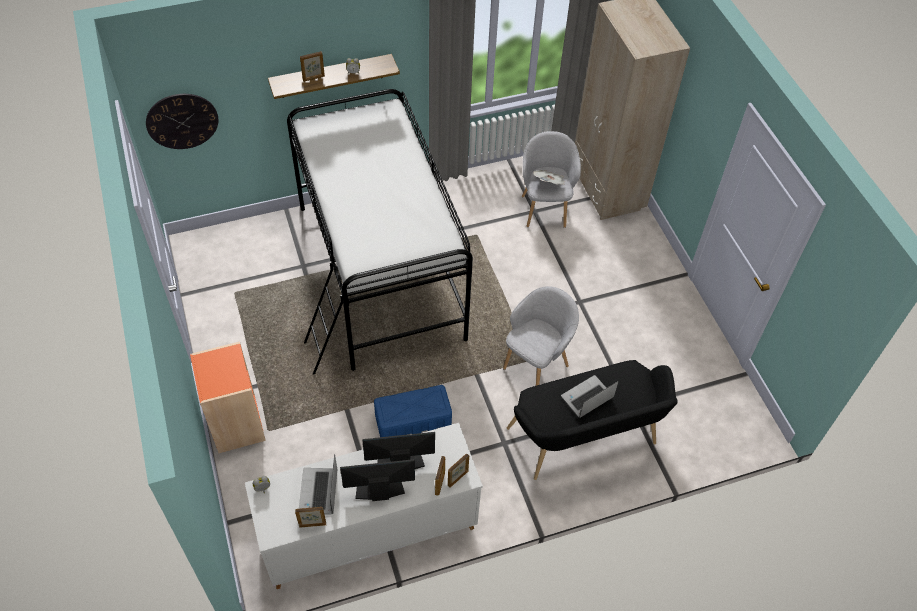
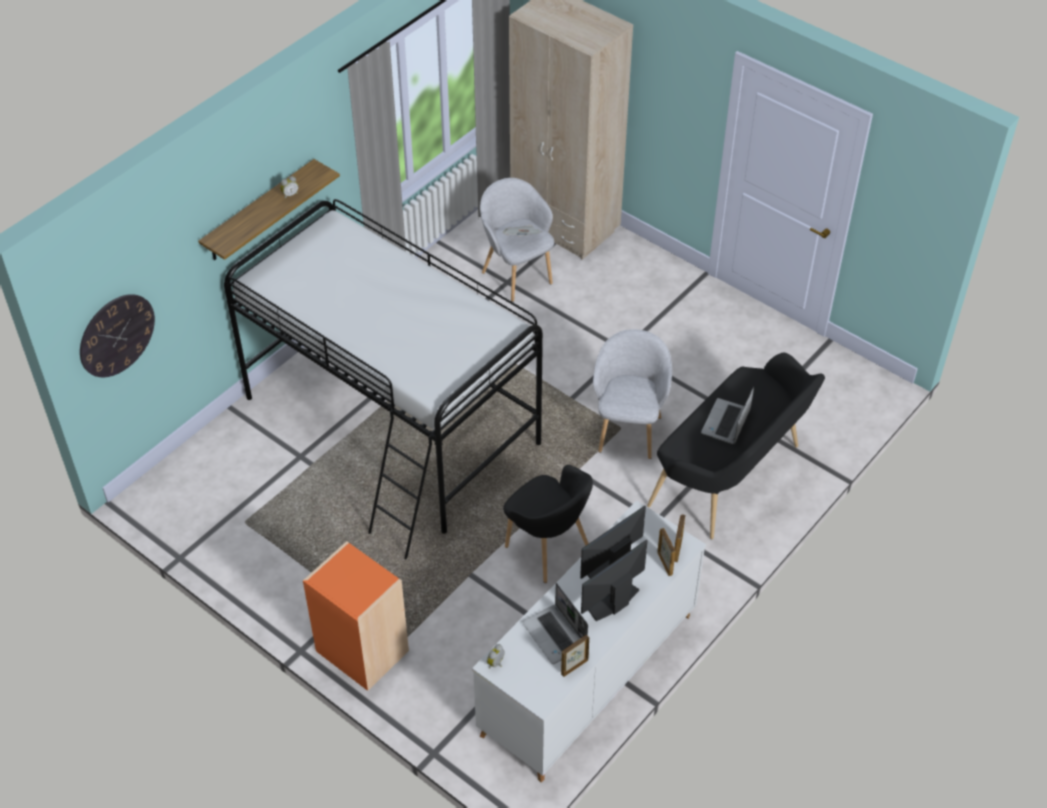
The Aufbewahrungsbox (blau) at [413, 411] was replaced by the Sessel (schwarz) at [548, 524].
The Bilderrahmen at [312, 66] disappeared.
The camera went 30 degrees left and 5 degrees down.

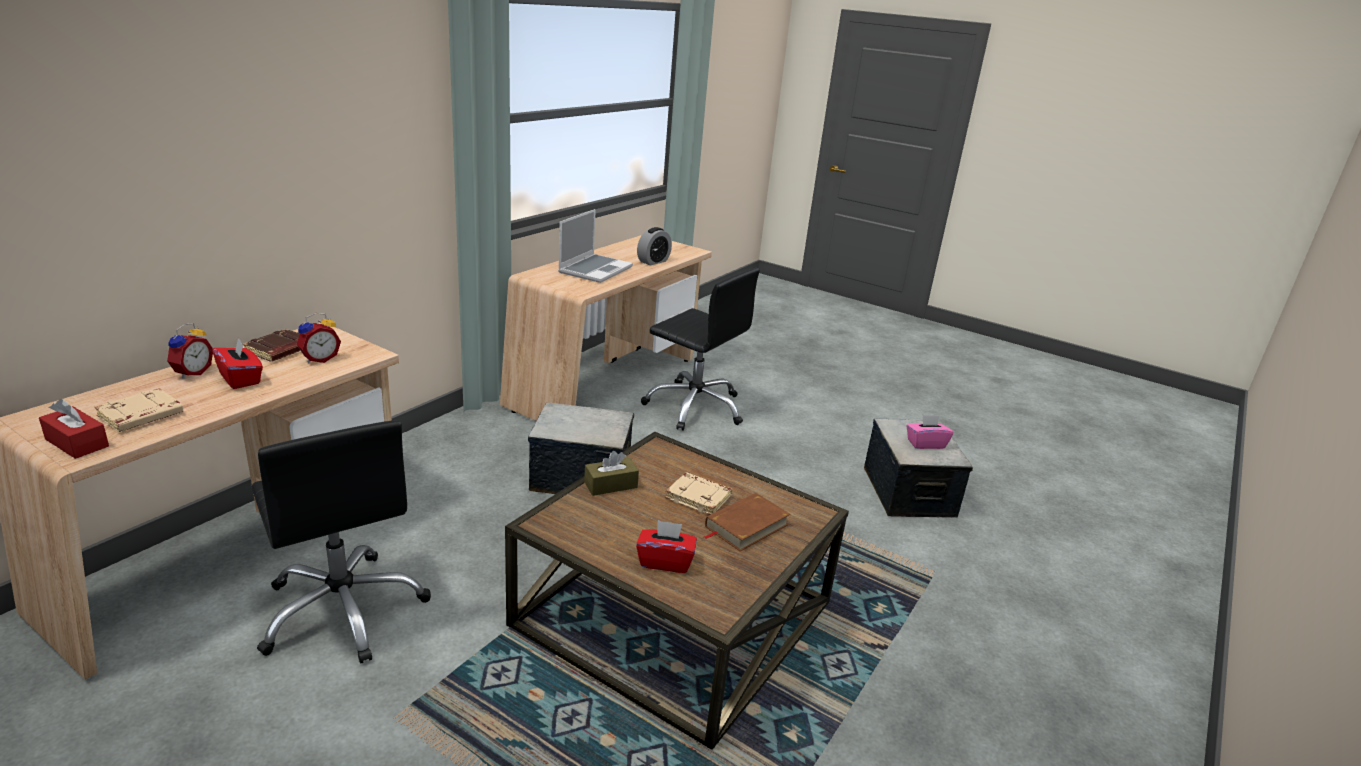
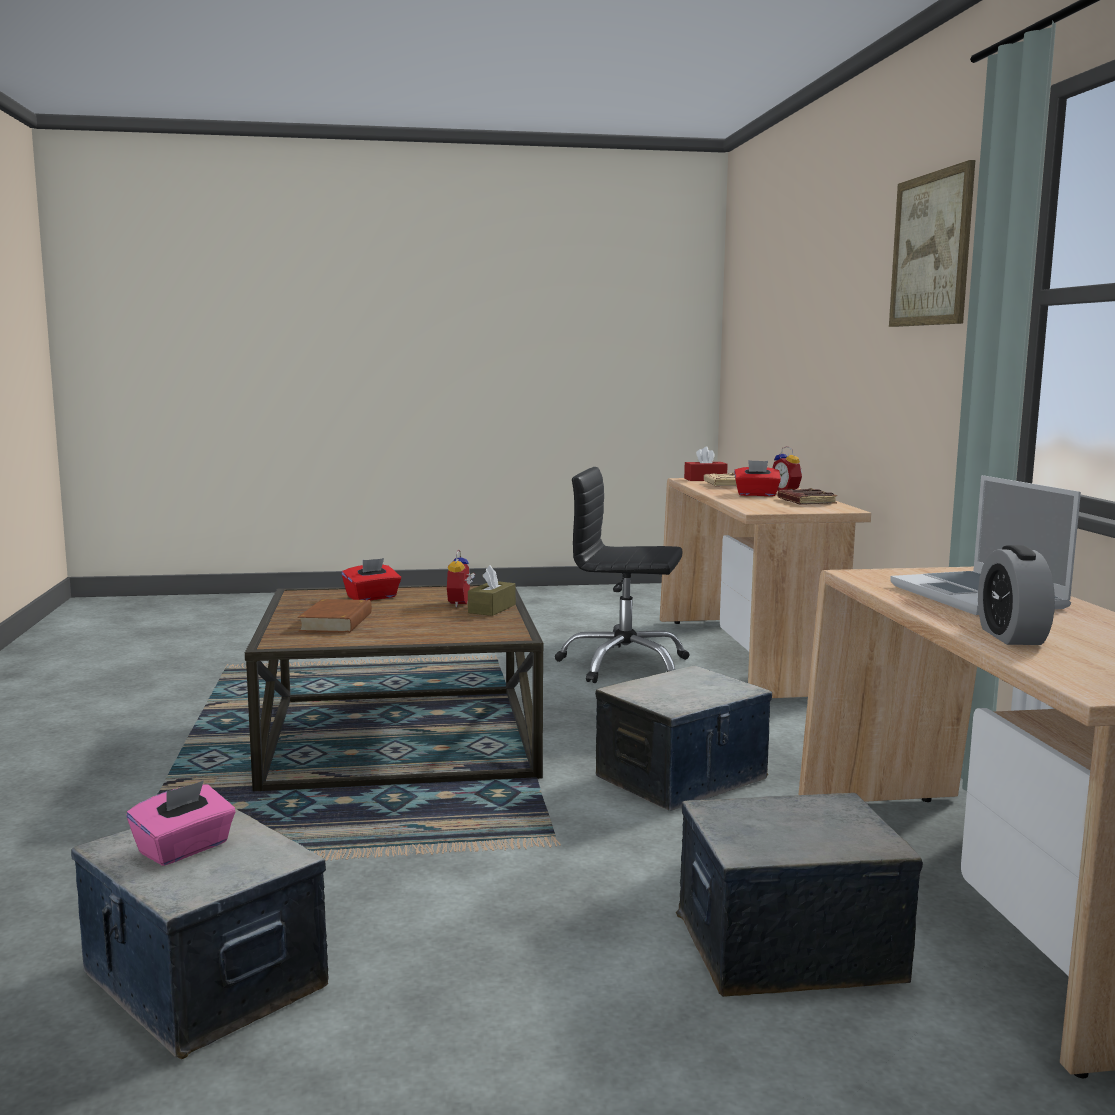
The Wecker moved from [319, 338] to [461, 578].
The Bürostuhl (schwarz) at [700, 349] was replaced by the Aufbewahrungsbox at [799, 895].
The Bild at [932, 243] appeared.
The Buch (beige) at [698, 493] disappeared.
The camera went 140 degrees right and 15 degrees down.

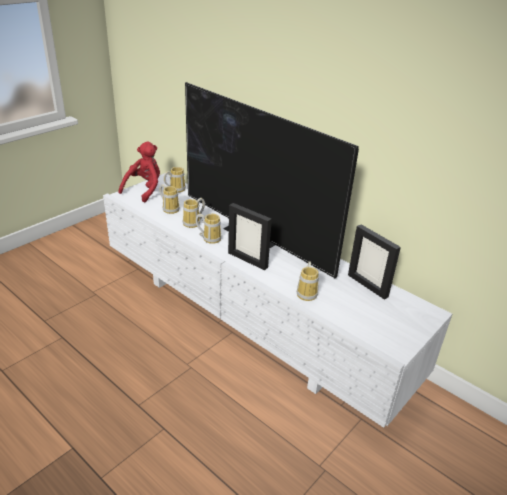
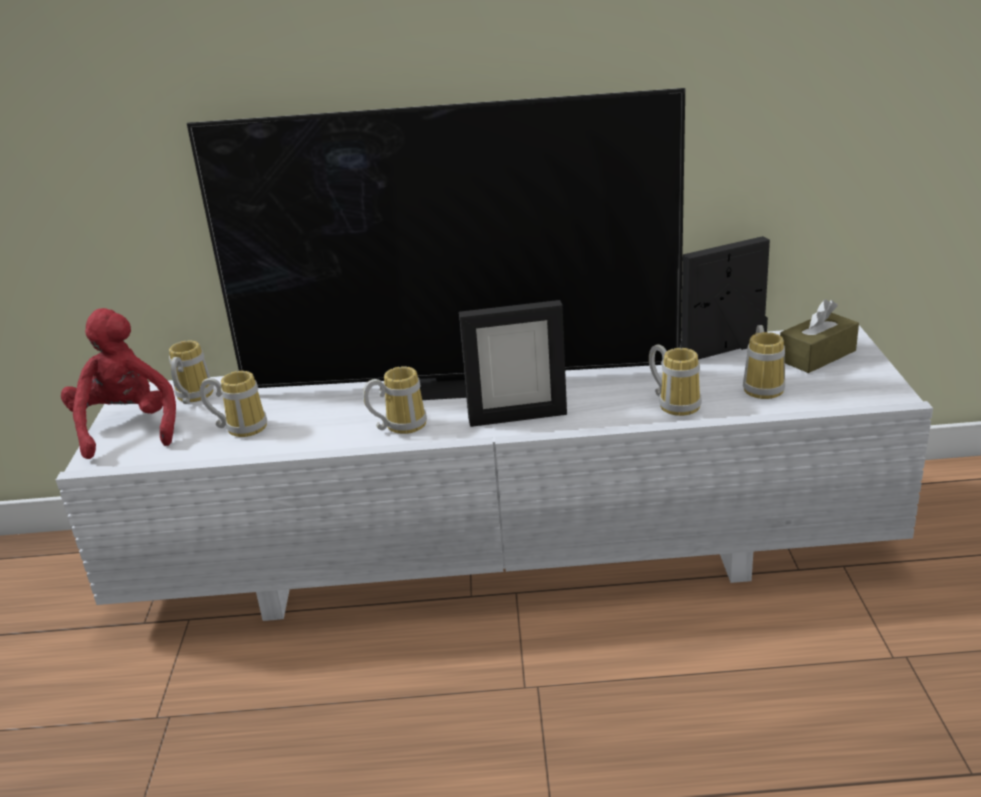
The Bilderrahmen at [374, 262] turned 150 degrees clockwise.
The Henkelbecher moved from [194, 213] to [764, 362].
The Taschentuchbox (braun) at [819, 336] appeared.
The camera went 40 degrees left and 5 degrees down.

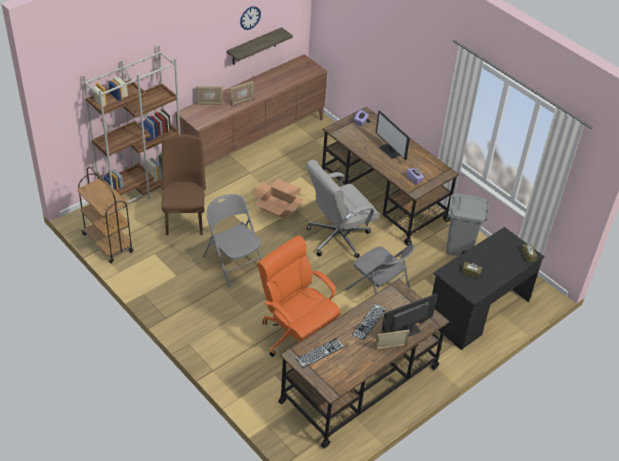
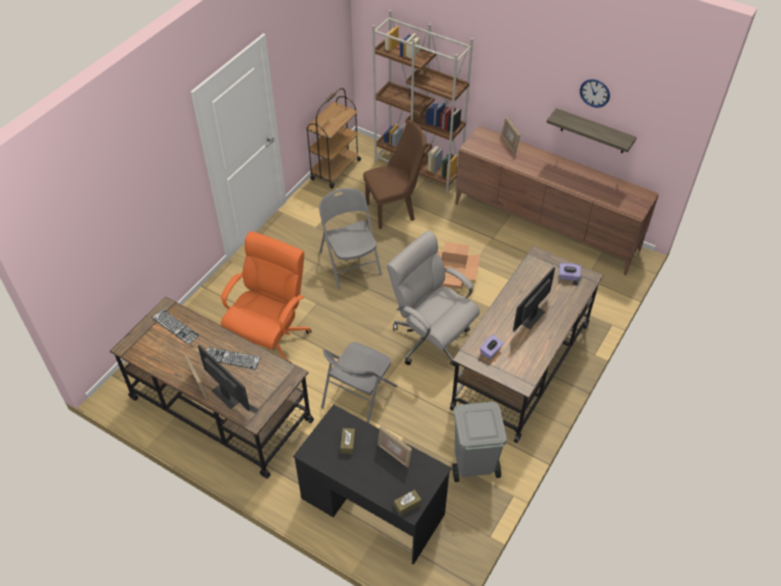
The Stuhl (grau) at [232, 241] turned 60 degrees counterclockwise.
The Bilderrahmen moved from [242, 93] to [395, 447].
The camera went 75 degrees right and 5 degrees up.

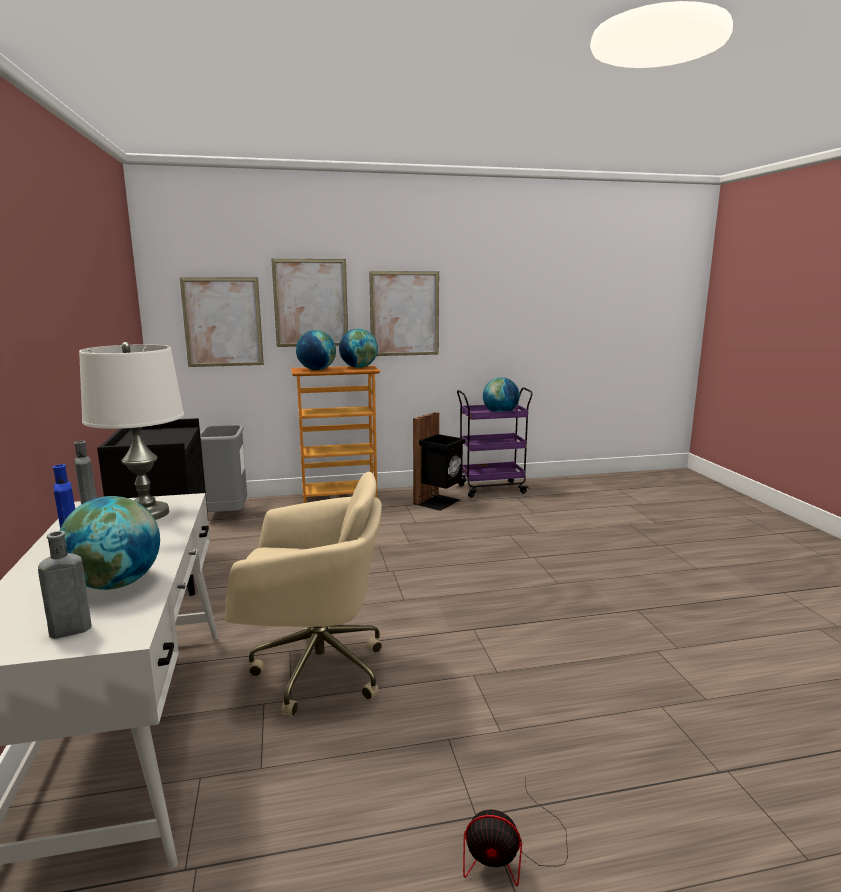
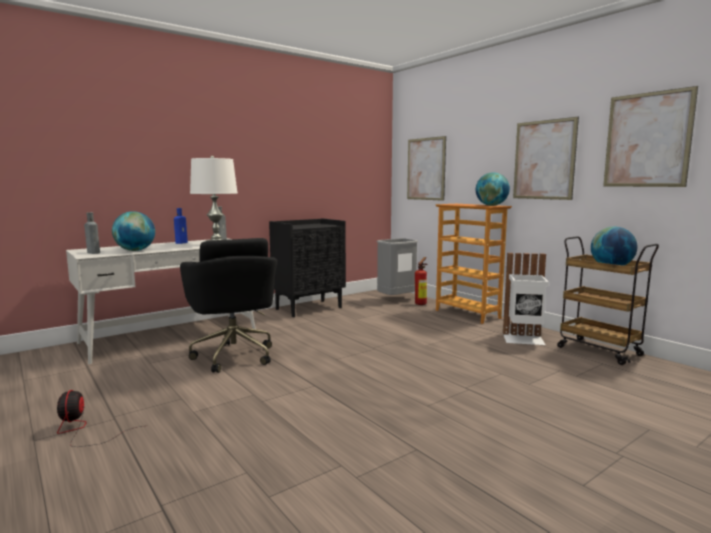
The Bürostuhl (beige) at [303, 594] became the Bürostuhl (schwarz) at [228, 305].
The Feuerlöscher at [421, 281] appeared.
The Mülleimer (schwarz) at [439, 461] became the Mülleimer (weiß) at [526, 299].
The Rollwagen (lila) at [495, 442] became the Rollwagen (braun) at [608, 300].
The Bild moved from [310, 303] to [650, 136].
The Globus at [316, 350] disappeared.
The camera went 65 degrees right and 5 degrees down.

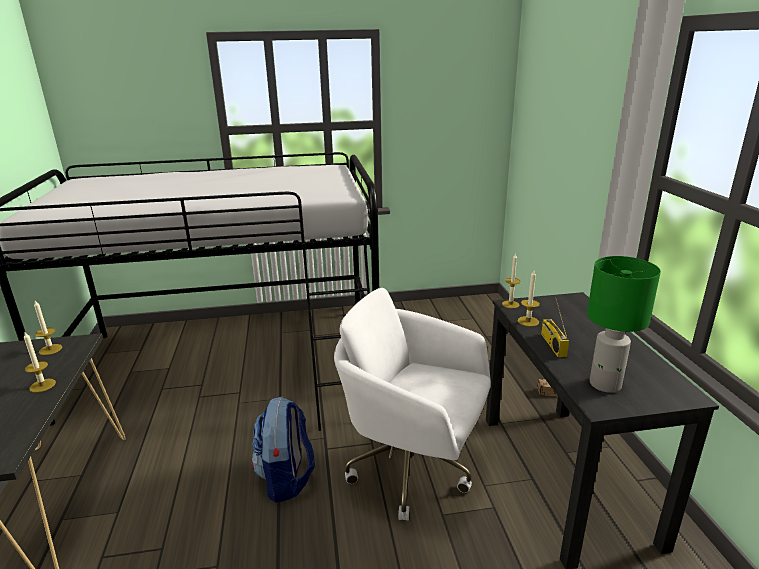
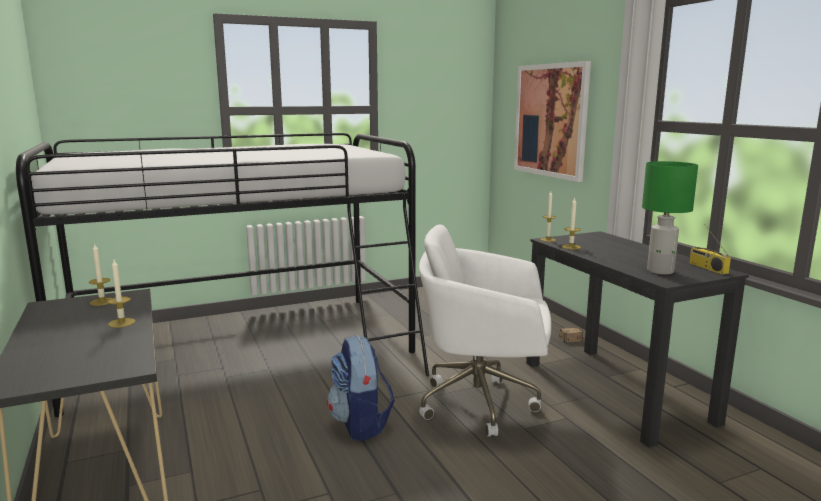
The Bild at [552, 121] appeared.
The Radio moved from [555, 328] to [710, 249].
The camera went 15 degrees left and 10 degrees down.

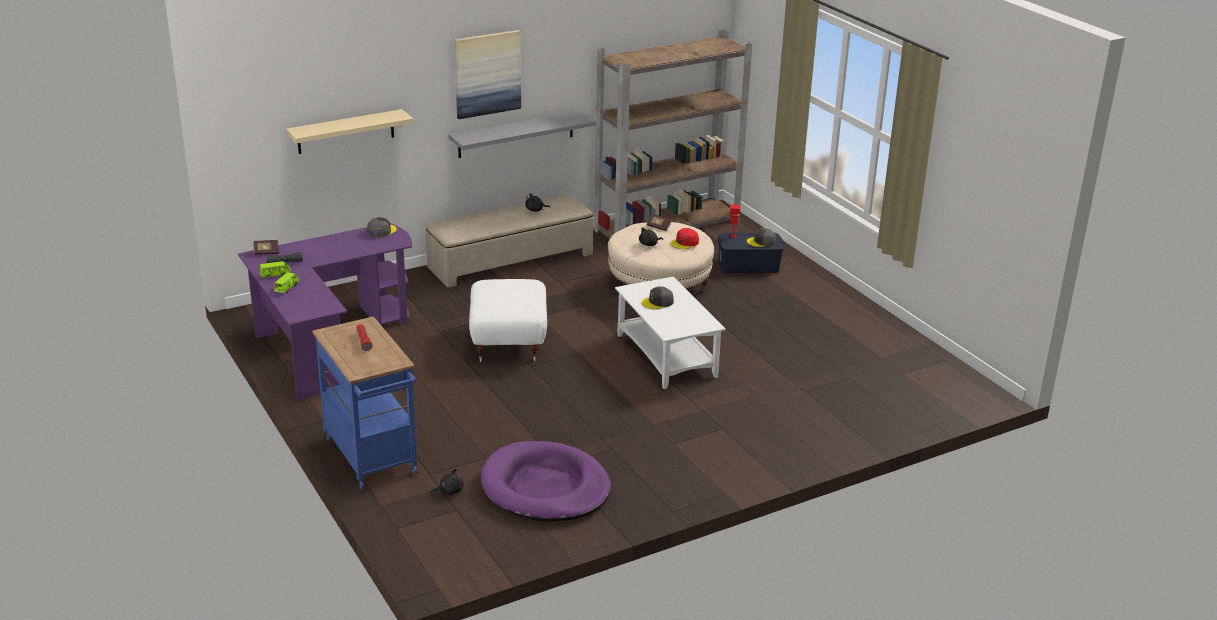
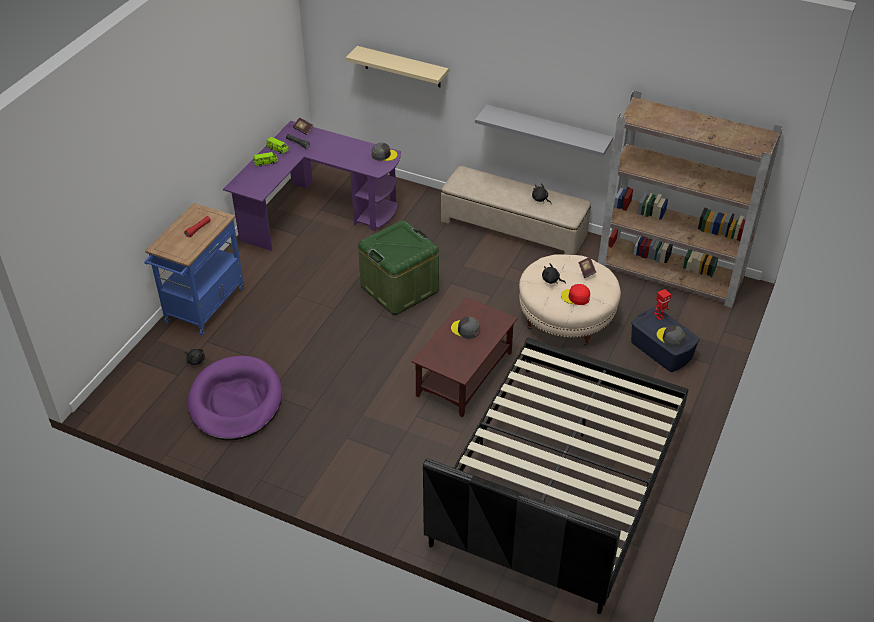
The Polsterhocker (weiß) at [508, 320] was replaced by the Aufbewahrungsbox (grün) at [398, 267].
The Couchtisch (weiß) at [670, 332] became the Couchtisch (braun) at [464, 357].
The Bett (schwarz) at [555, 476] appeared.
The Bild at [488, 74] disappeared.
The camera went 55 degrees right and 15 degrees up.

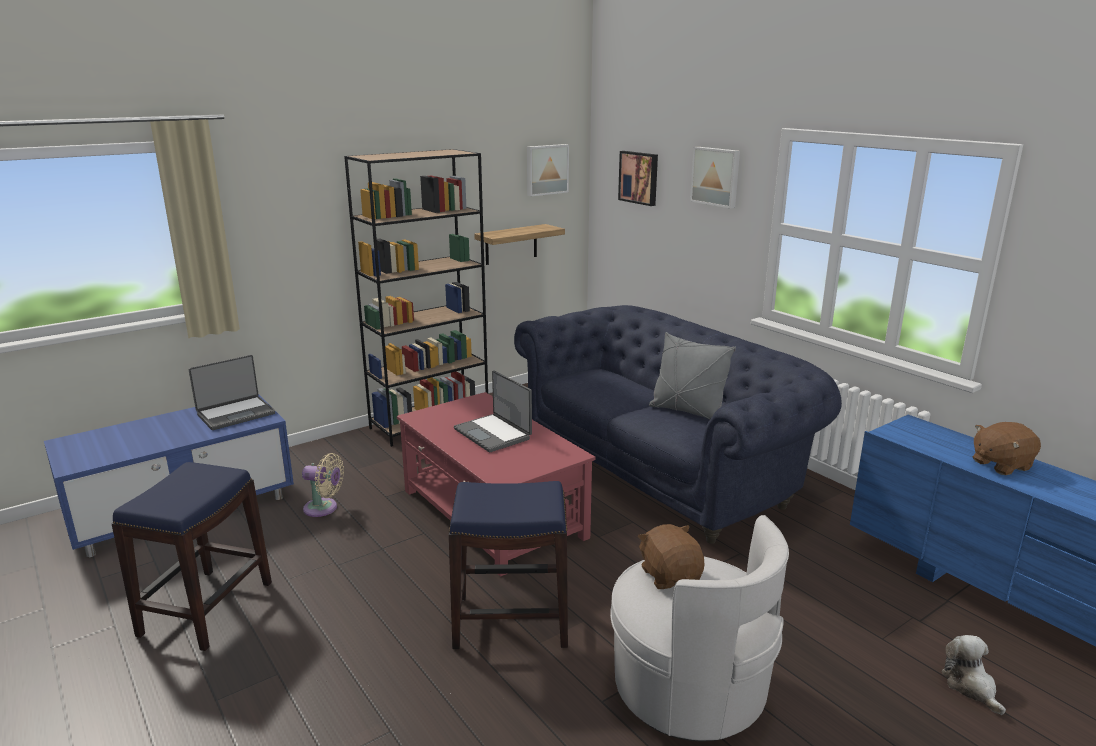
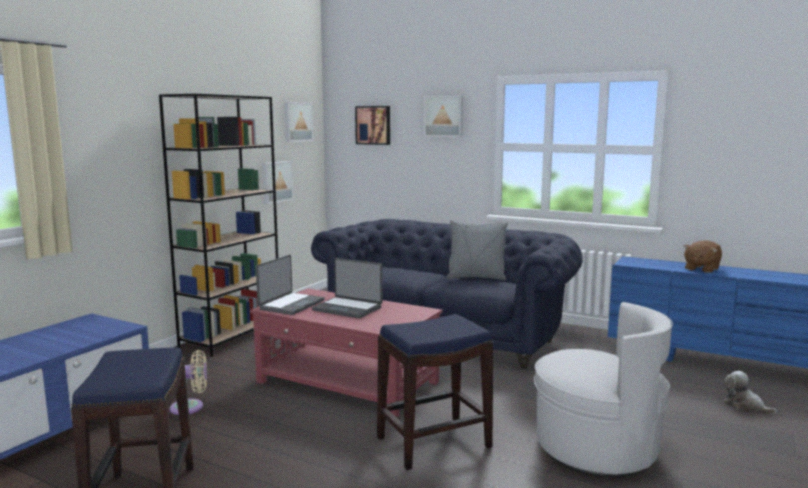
The Laptop moved from [232, 392] to [290, 285].
The Wandregal at [519, 244] was replaced by the Bild at [277, 182].
The Plüschtier (braun) at [671, 556] disappeared.
The camera went 25 degrees left and 10 degrees down.

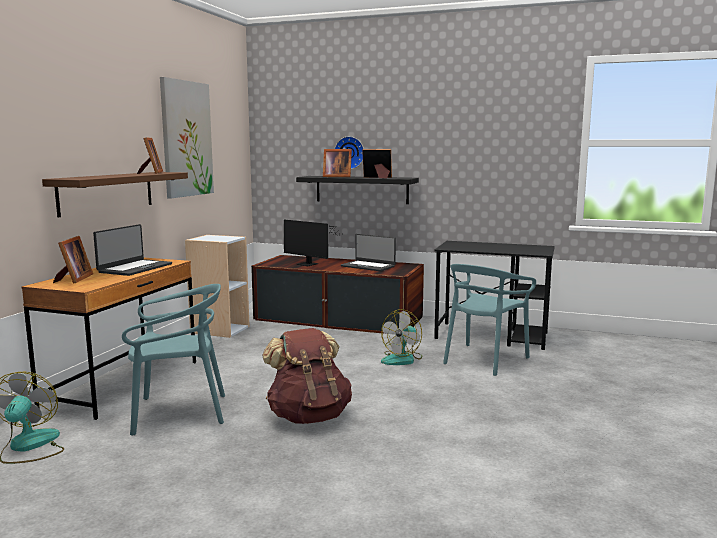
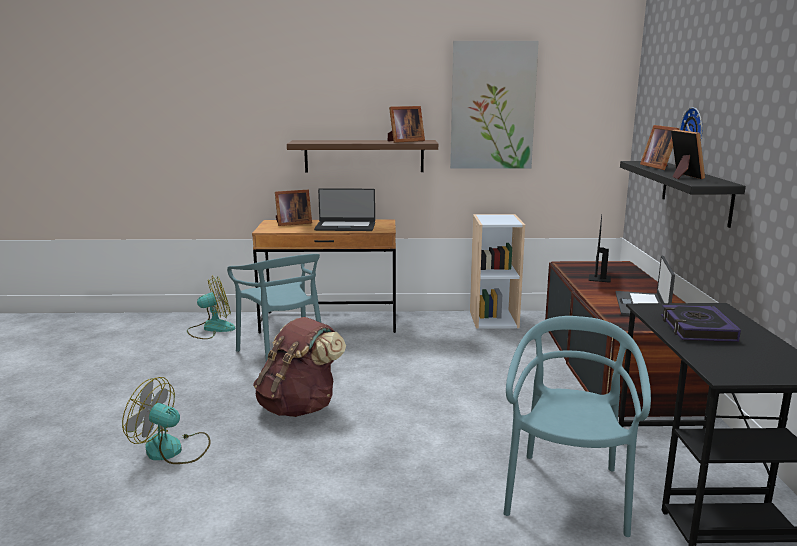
The Ventilator moved from [401, 337] to [166, 420].
The Stuhl (türkis) at [489, 320] turned 90 degrees clockwise.
The Buch at [701, 323] appeared.
The camera went 70 degrees right and 5 degrees up.

